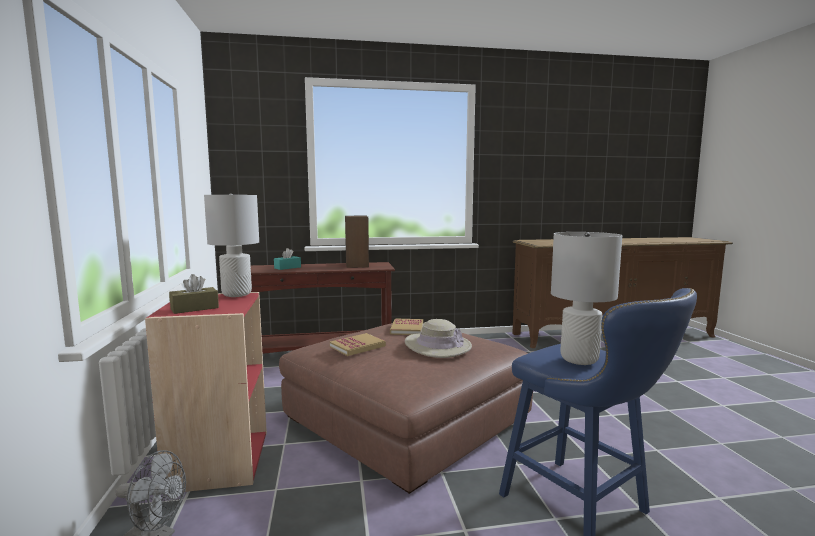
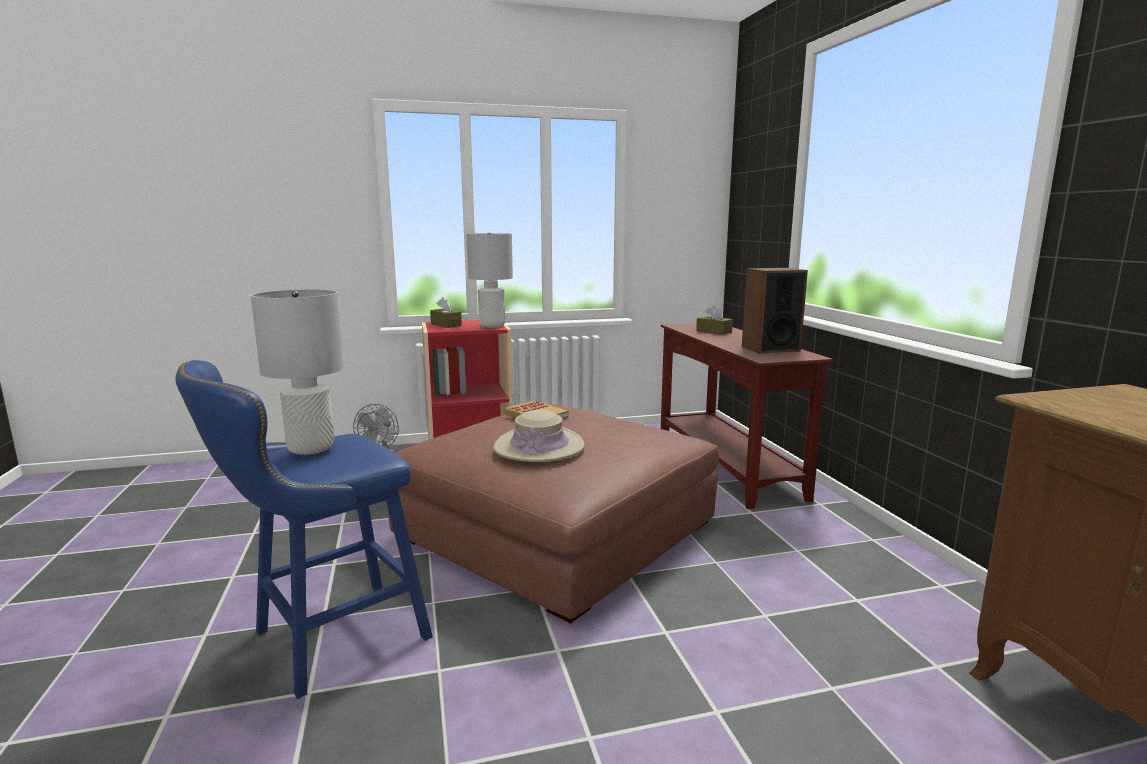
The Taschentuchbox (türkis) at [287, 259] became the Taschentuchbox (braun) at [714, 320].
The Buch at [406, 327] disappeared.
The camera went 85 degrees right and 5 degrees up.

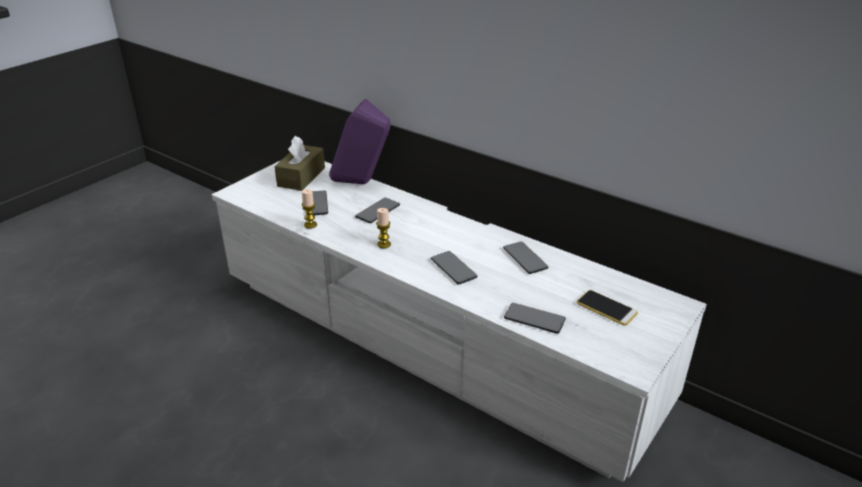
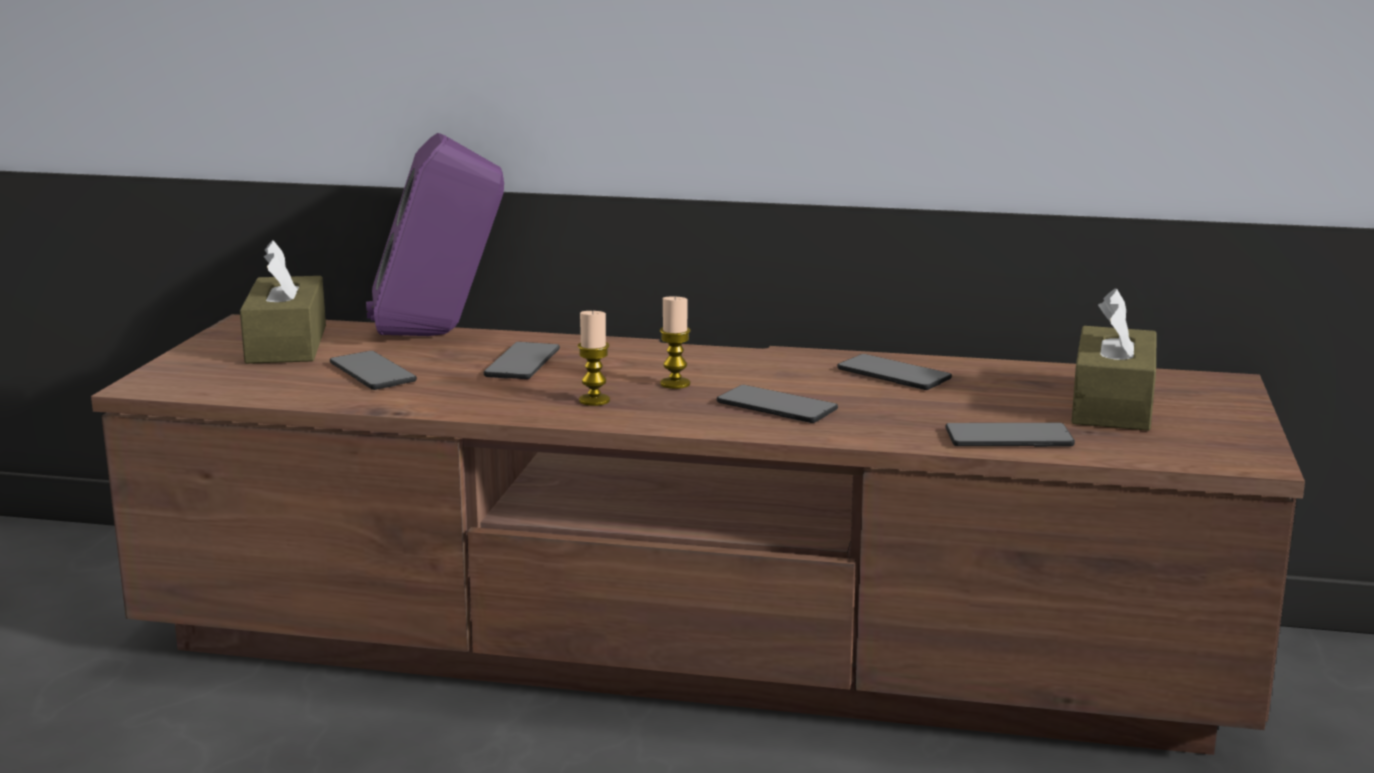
The Fernsehschrank (weiß) at [459, 321] became the Fernsehschrank (braun) at [698, 534].
The Kerze moved from [309, 209] to [675, 342].
The Handy at [607, 308] was replaced by the Taschentuchbox (braun) at [1114, 360].
The camera went 25 degrees left and 15 degrees down.

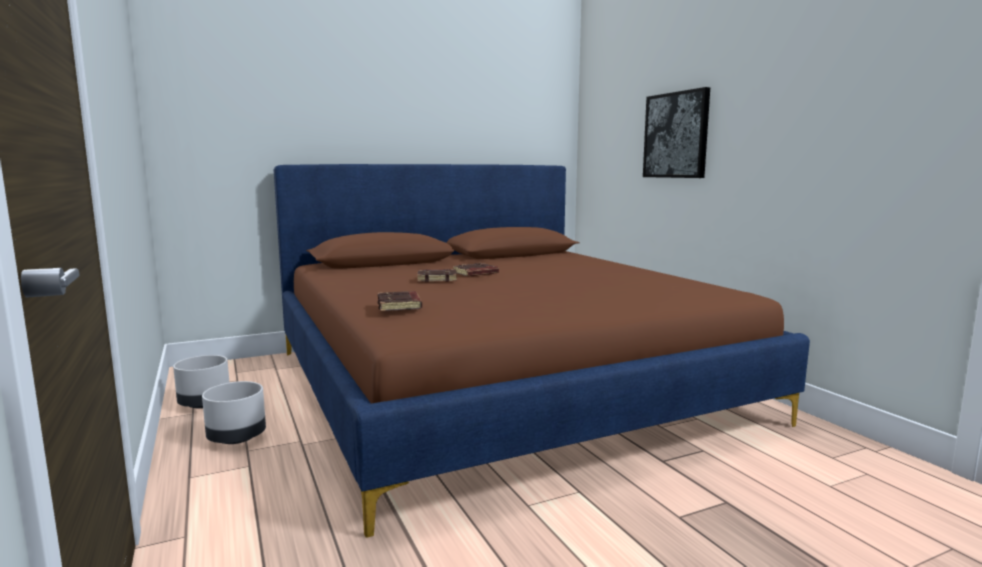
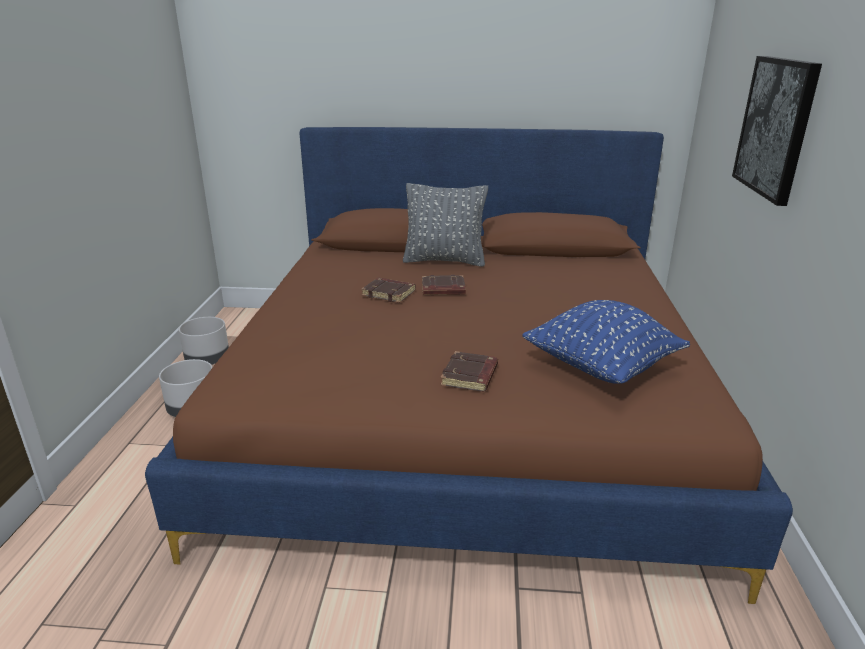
The Kissen (grau) at [445, 225] appeared.
The Buch (braun) moved from [399, 301] to [469, 371].
The Kissen (blau) at [606, 342] appeared.
The camera went 30 degrees right and 15 degrees up.

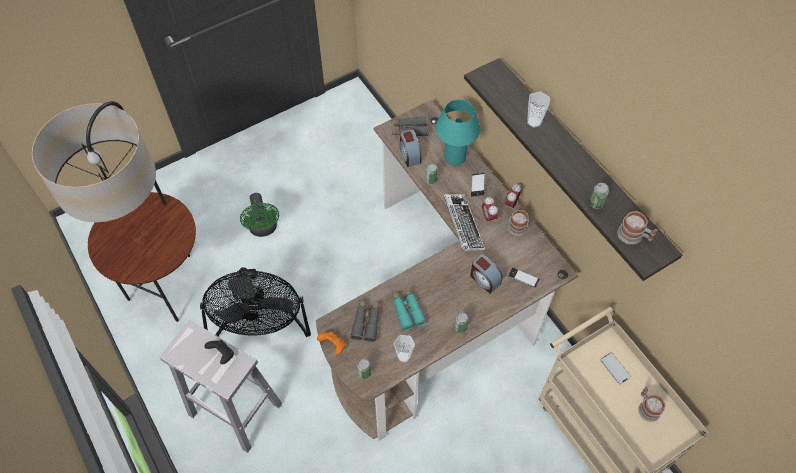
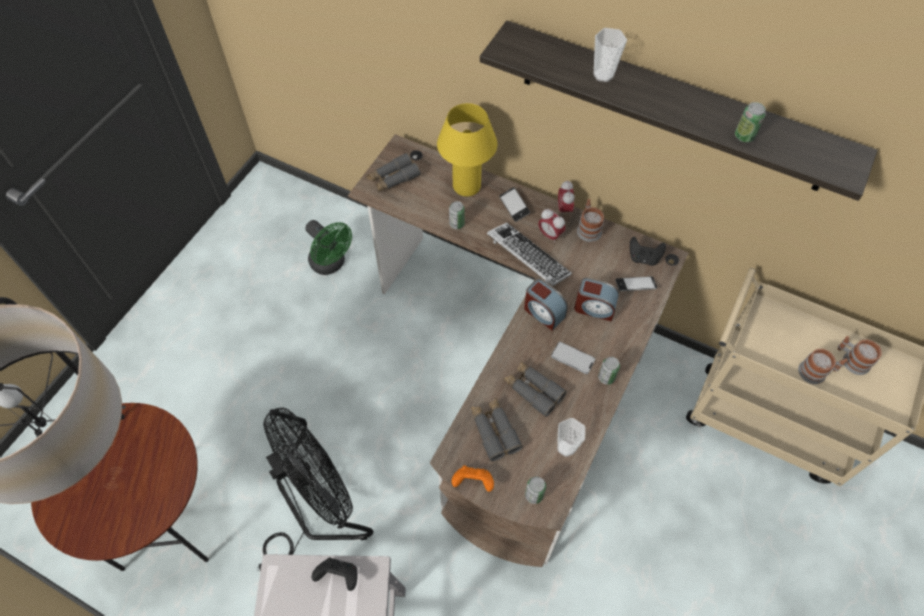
The Ventilator (schwarz) at [255, 302] turned 90 degrees counterclockwise.
The Ventilator (grün) moved from [259, 215] to [328, 247].
The Tischlampe (türkis) at [458, 132] became the Tischlampe (gelb) at [467, 149].
The Fernglas (türkis) at [409, 309] became the Fernglas (grau) at [535, 389].
The Wecker moved from [411, 148] to [546, 305].
The Handy moved from [615, 368] to [573, 358].
The Gamepad (schwarz) at [648, 251] appeared.
The Henkelbecher moved from [637, 228] to [823, 366].
The camera went 30 degrees left and 0 degrees up.

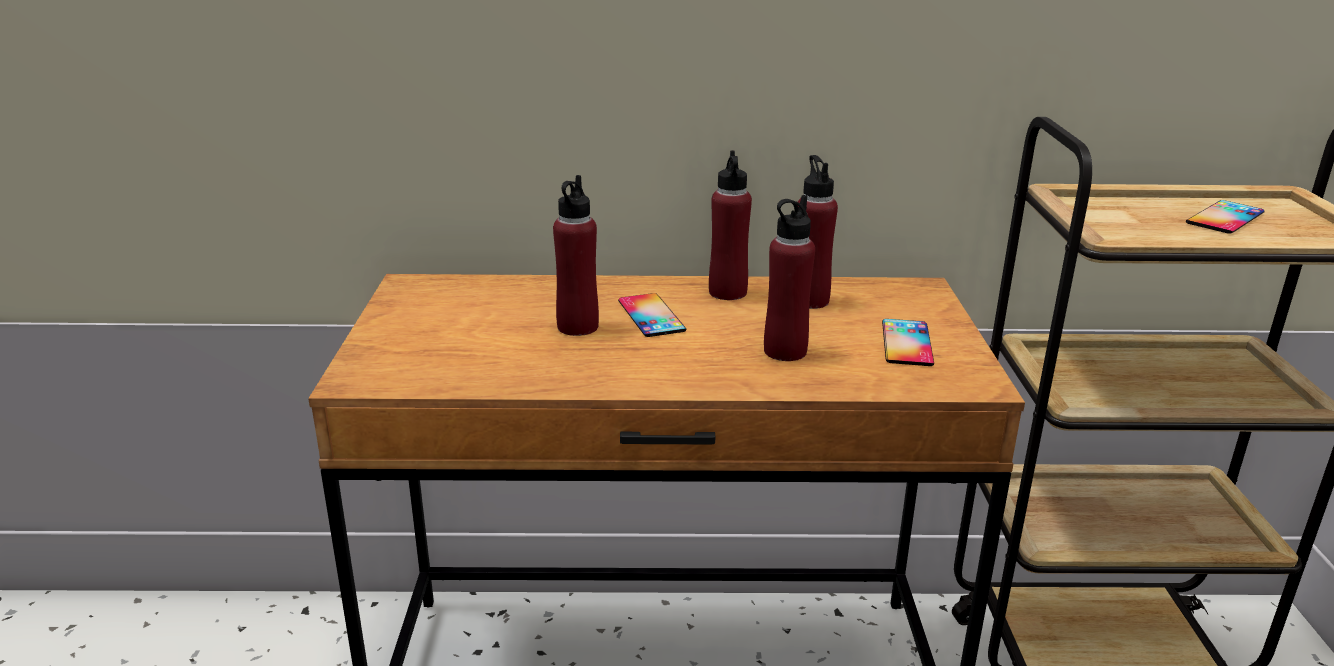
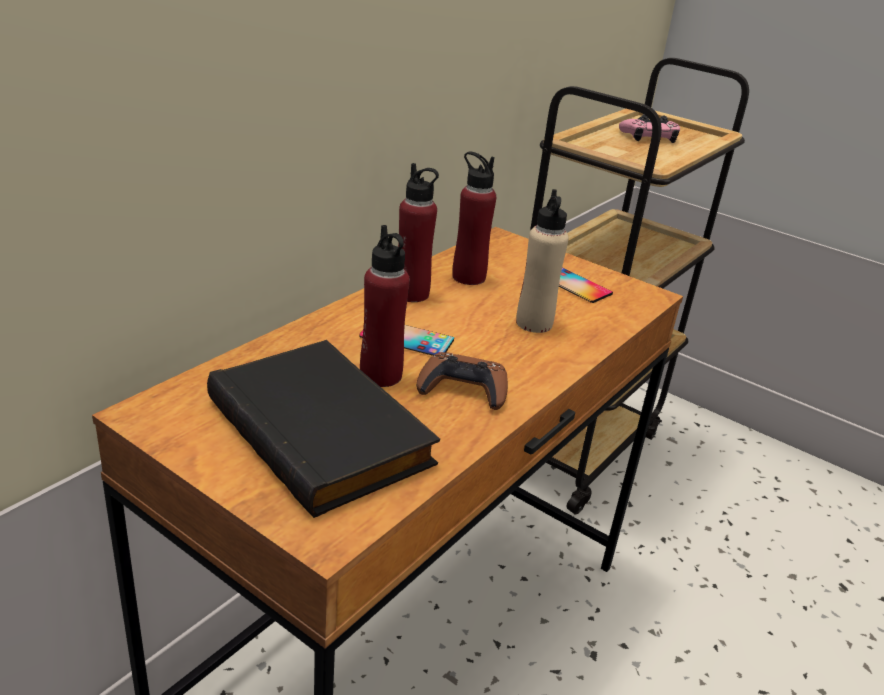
The Buch (schwarz) at [323, 429] appeared.
The Gamepad (braun) at [462, 381] appeared.
The Flasche (rot) at [789, 278] became the Flasche (beige) at [542, 261].
The Handy at [1225, 217] was replaced by the Gamepad (rosa) at [649, 128].
The camera went 55 degrees left and 5 degrees up.

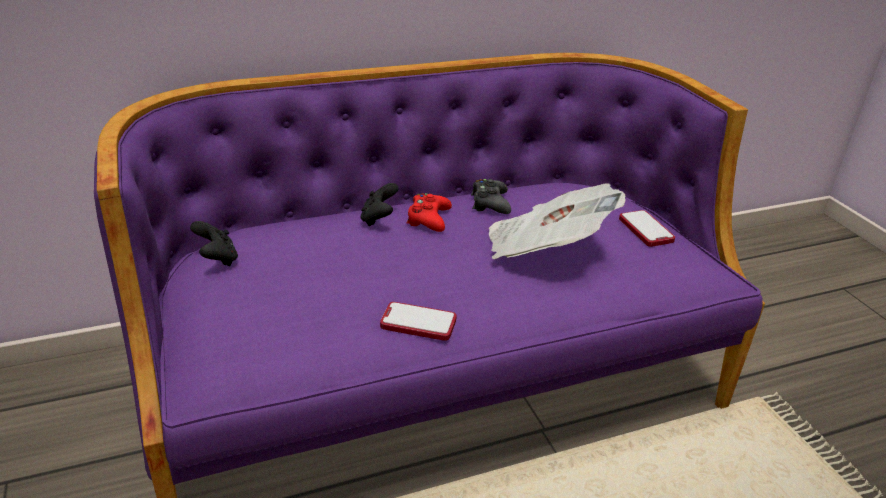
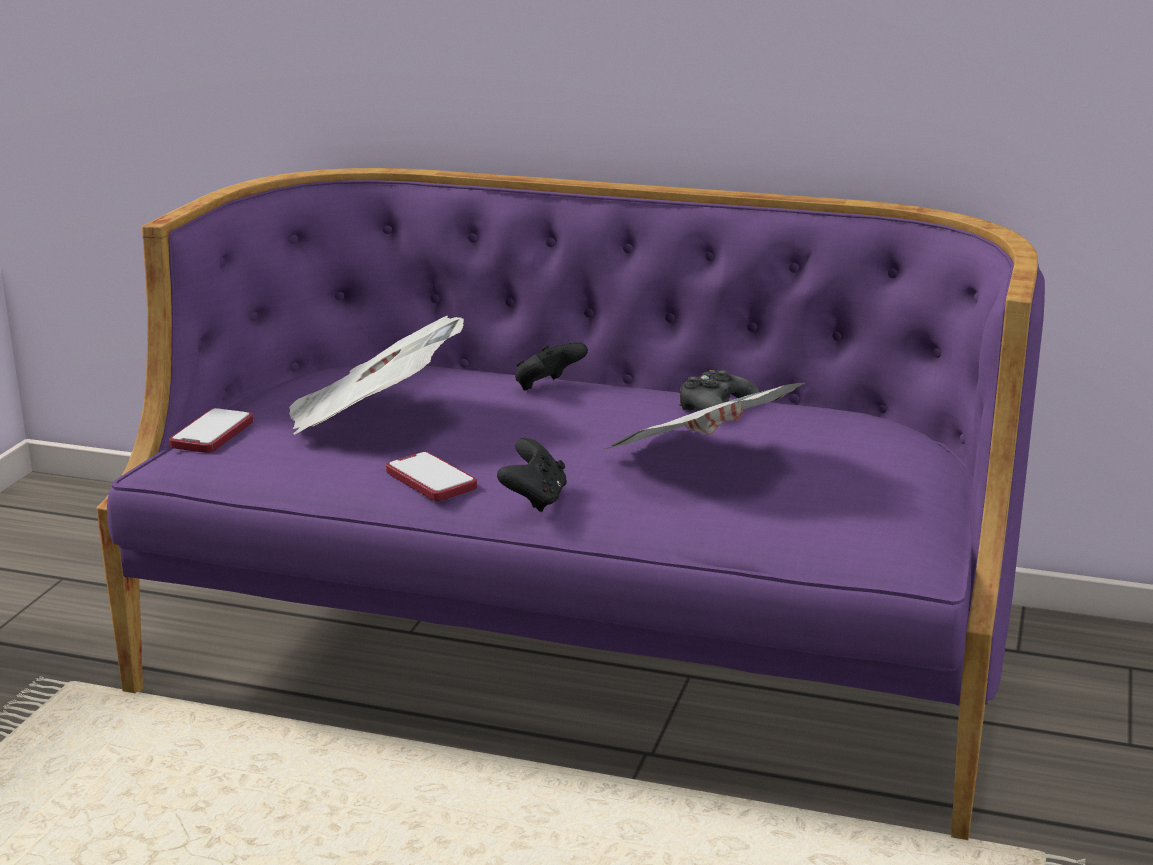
The Handy moved from [647, 228] to [211, 430].
The Zeitung at [376, 375] appeared.
The Gamepad (schwarz) moved from [214, 243] to [532, 475].
The Gamepad (rot) at [429, 212] disappeared.
The camera went 40 degrees right and 10 degrees down.

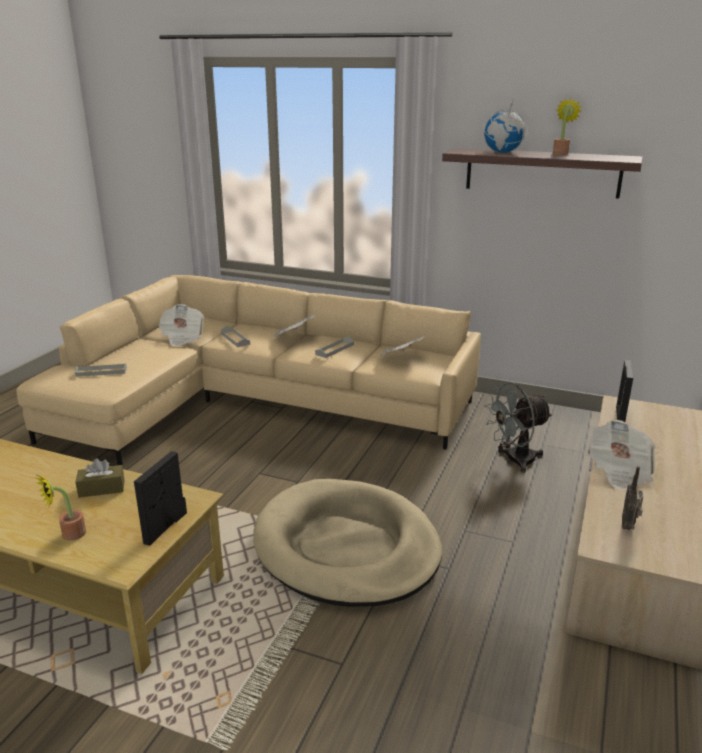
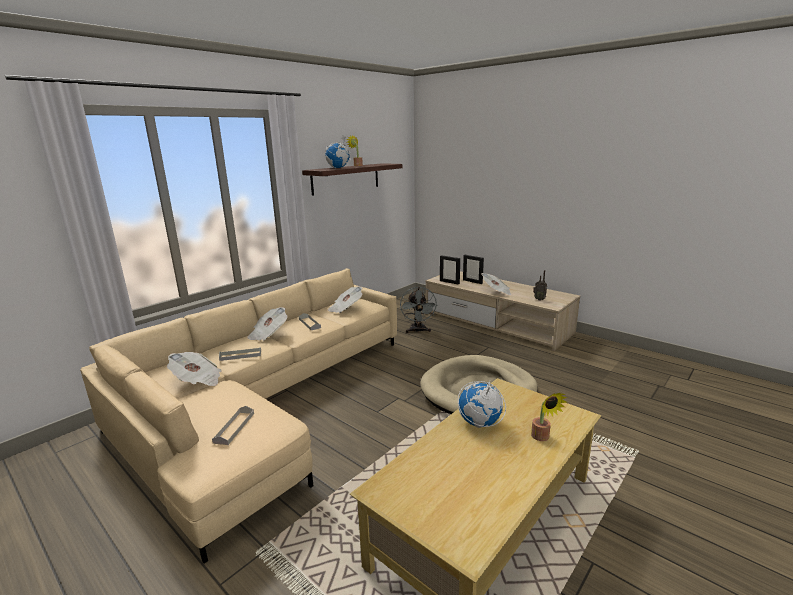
The Taschentuchbox (braun) at [99, 478] was replaced by the Globus at [482, 404].
The Bilderrahmen moved from [160, 498] to [473, 269].
The camera went 70 degrees left and 5 degrees down.

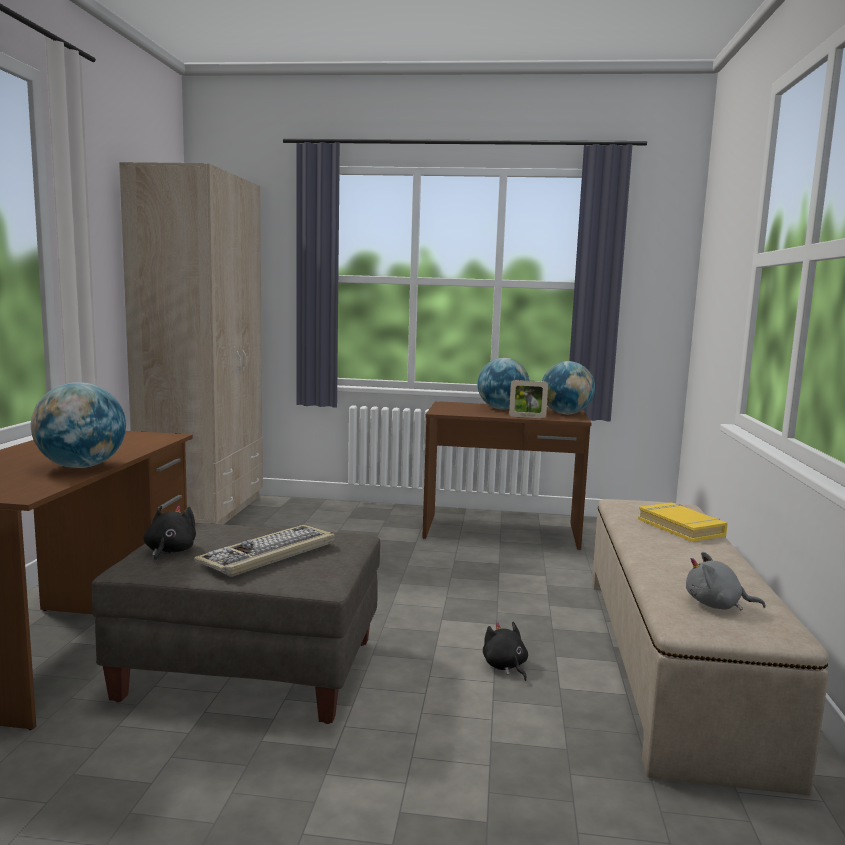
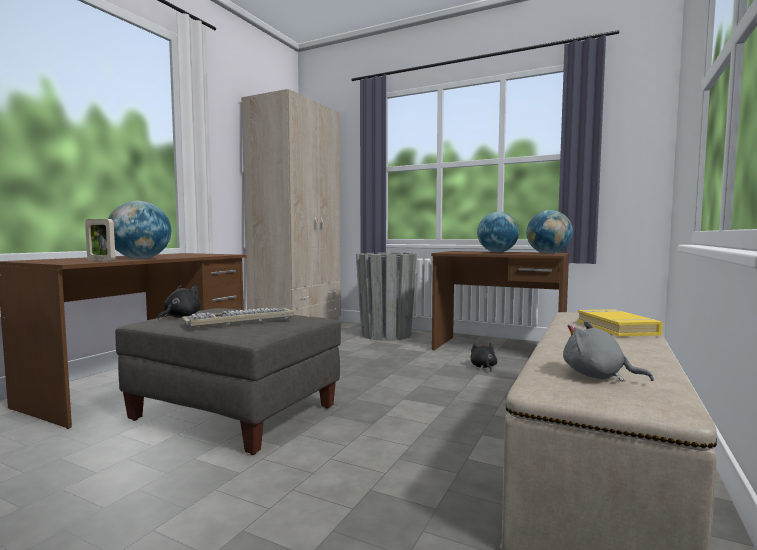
The Bilderrahmen moved from [528, 399] to [100, 240].
The Pflanzkübel (grau) at [386, 296] appeared.
The Plüschtier (schwarz) moved from [505, 651] to [483, 357].
The camera went 20 degrees right and 5 degrees down.

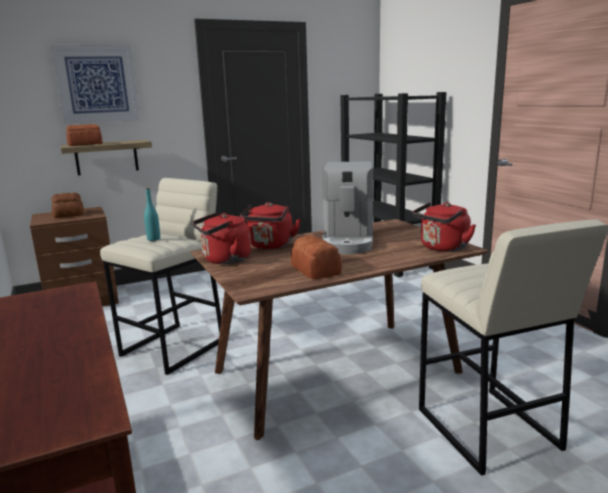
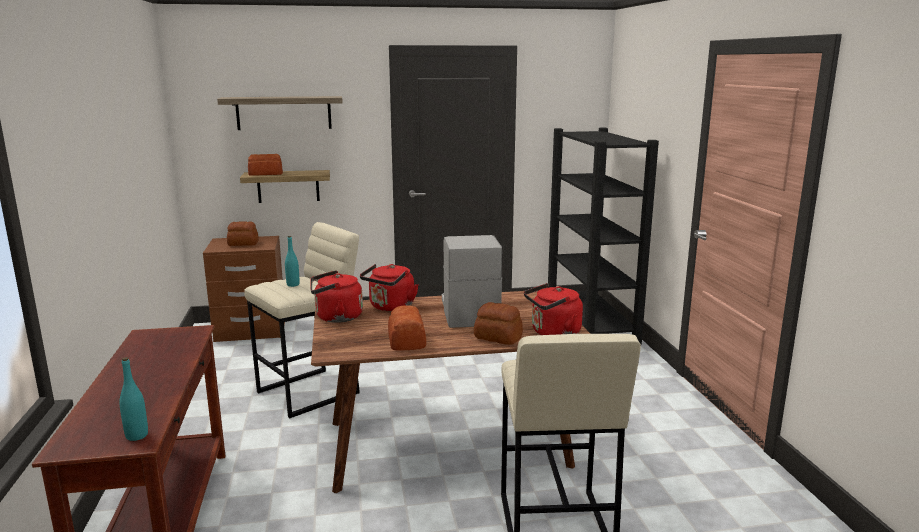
The Flasche (türkis) at [133, 399] appeared.
The Bild at [95, 84] was replaced by the Wandregal at [280, 113].
The Kaffeemaschine at [348, 208] turned 150 degrees clockwise.
The Brot at [498, 323] appeared.
The camera went 15 degrees right and 0 degrees up.

